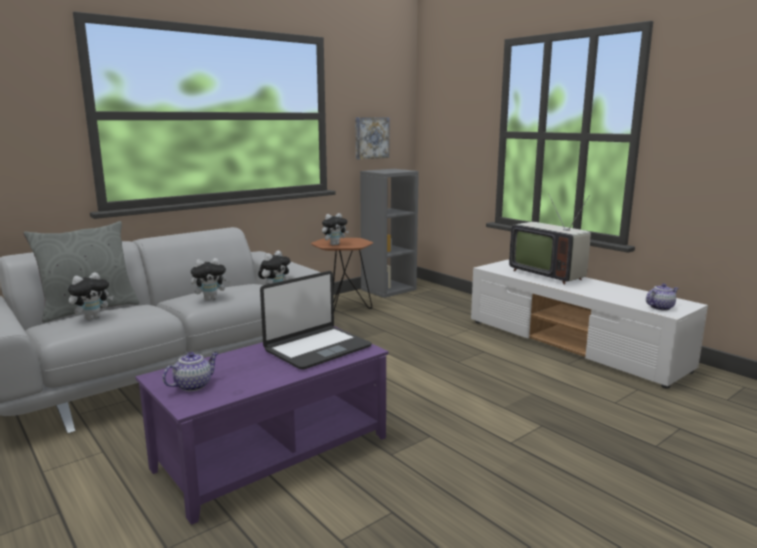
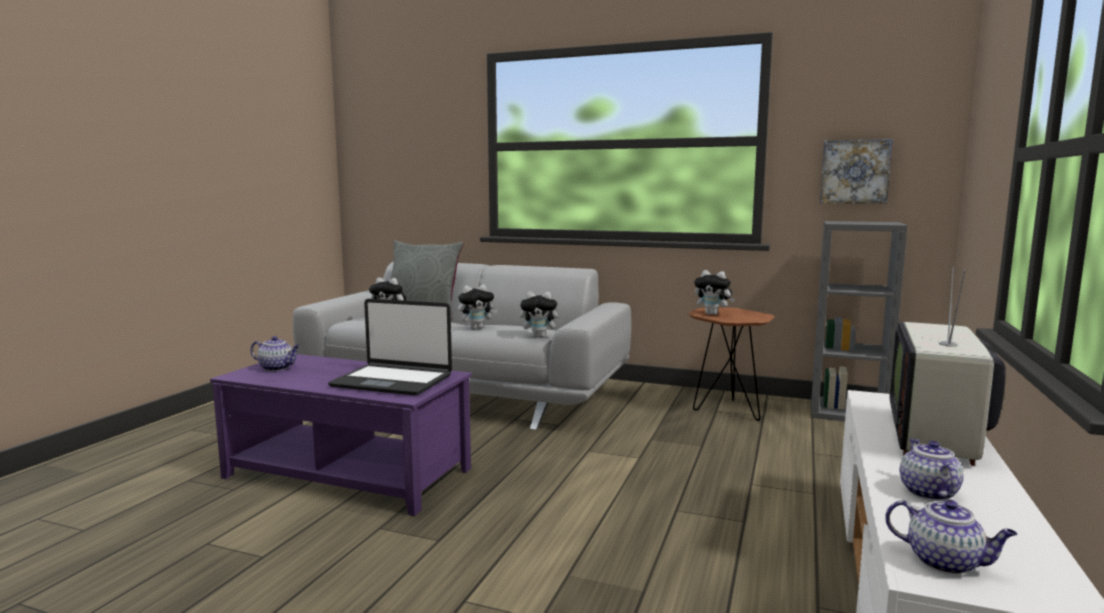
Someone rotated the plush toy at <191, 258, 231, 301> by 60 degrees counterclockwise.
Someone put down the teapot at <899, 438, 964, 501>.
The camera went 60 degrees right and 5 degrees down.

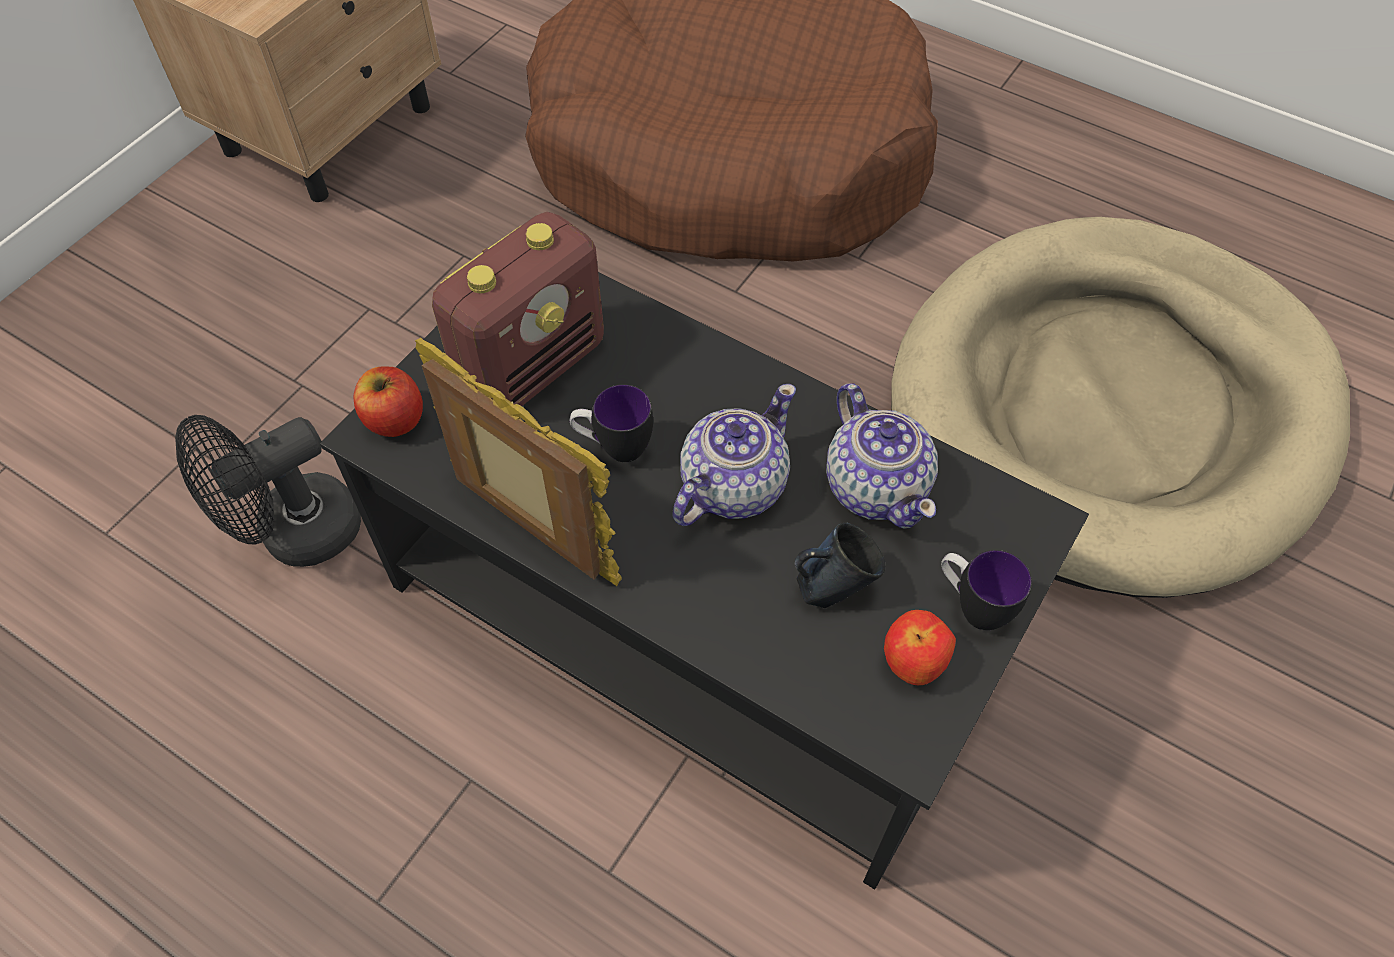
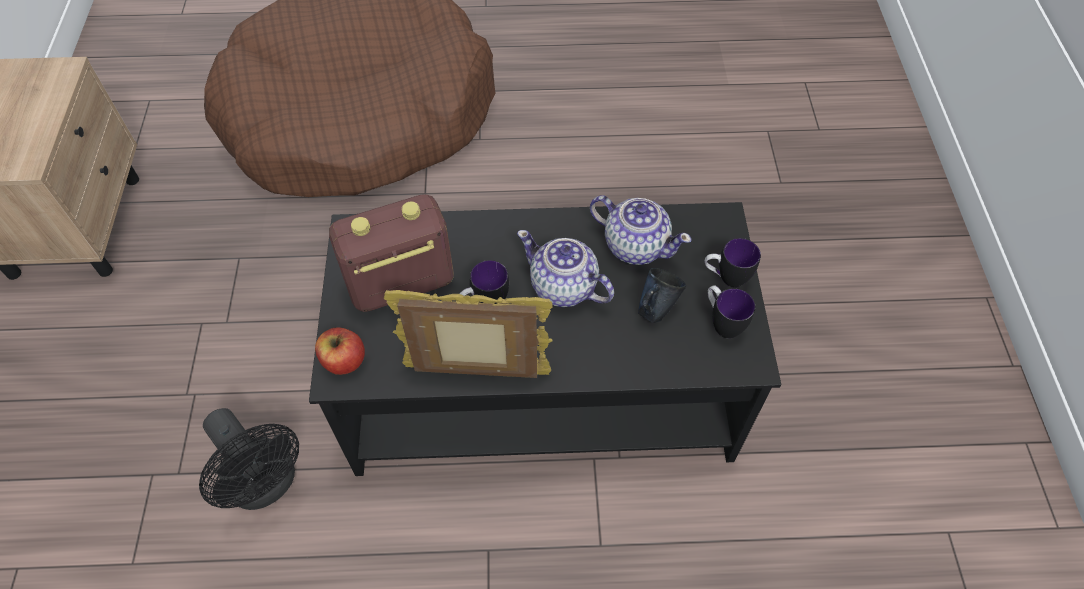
Someone rotated the fan (black) at <175, 415, 361, 567> by 60 degrees counterclockwise.
Someone rotated the radio at <432, 212, 604, 406> by 120 degrees counterclockwise.
Someone rotated the teapot at <672, 384, 796, 526> by 60 degrees counterclockwise.
Someone swapped the apple at <884, 610, 956, 685> for the mug at <707, 285, 755, 338>.
Someone took away the dog bed (beige) at <891, 217, 1350, 598>.
The camera went 35 degrees left and 0 degrees up.

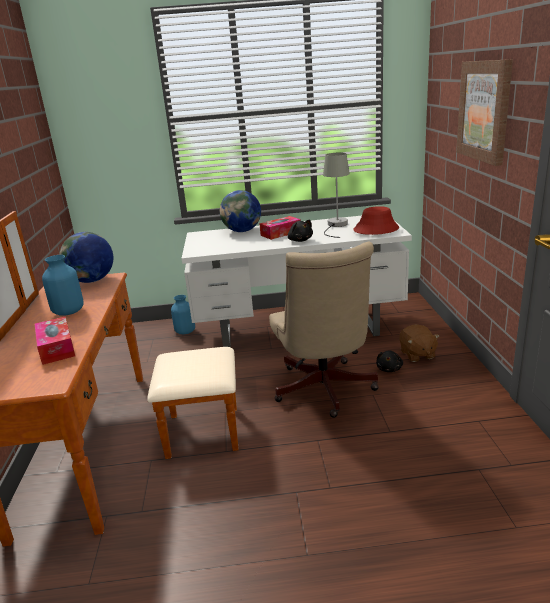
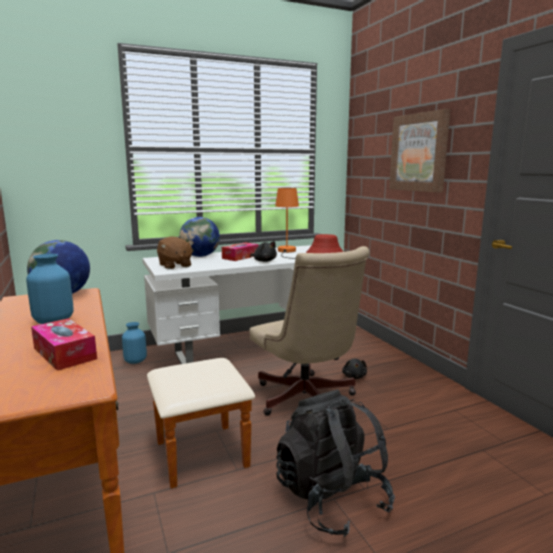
Someone repainted the table lamp (grey) at <323, 152, 350, 238>, which became the table lamp (orange) at <275, 188, 299, 259>.
Someone carried the plush toy (brown) from <399, 325, 440, 362> to <157, 236, 194, 269>.
Someone put down the backpack (black) at <276, 390, 395, 537>.
The camera went 20 degrees left and 10 degrees down.

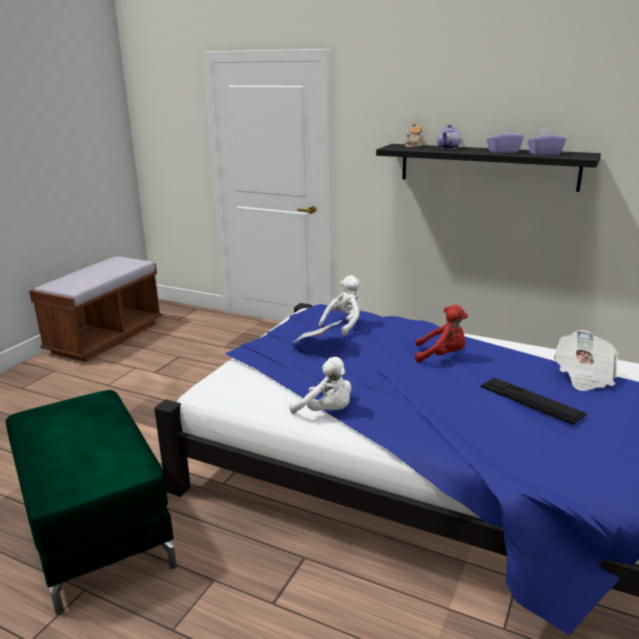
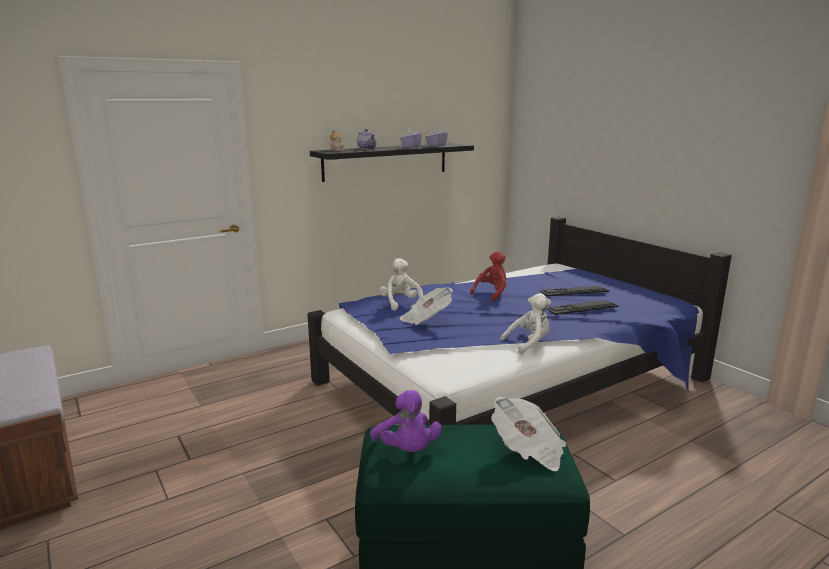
Someone carried the newspaper from <554, 330, 618, 391> to <491, 396, 566, 471>.
Someone put down the plush toy (purple) at <370, 390, 442, 452>.
Someone put down the keyboard at <546, 300, 618, 315>.
The camera went 60 degrees left and 5 degrees down.

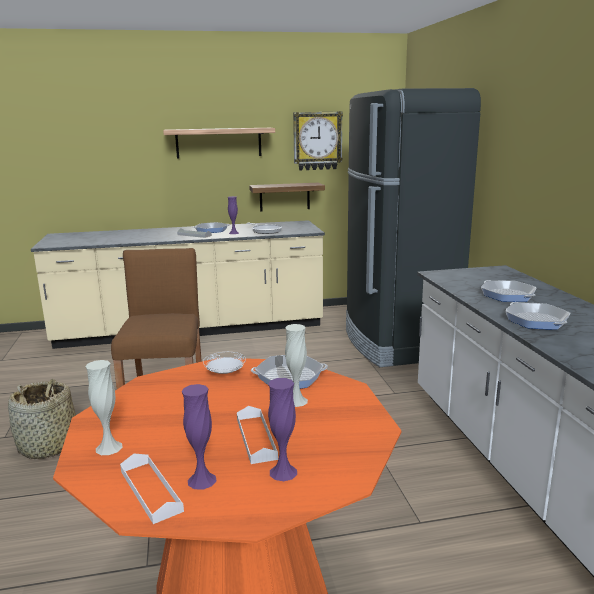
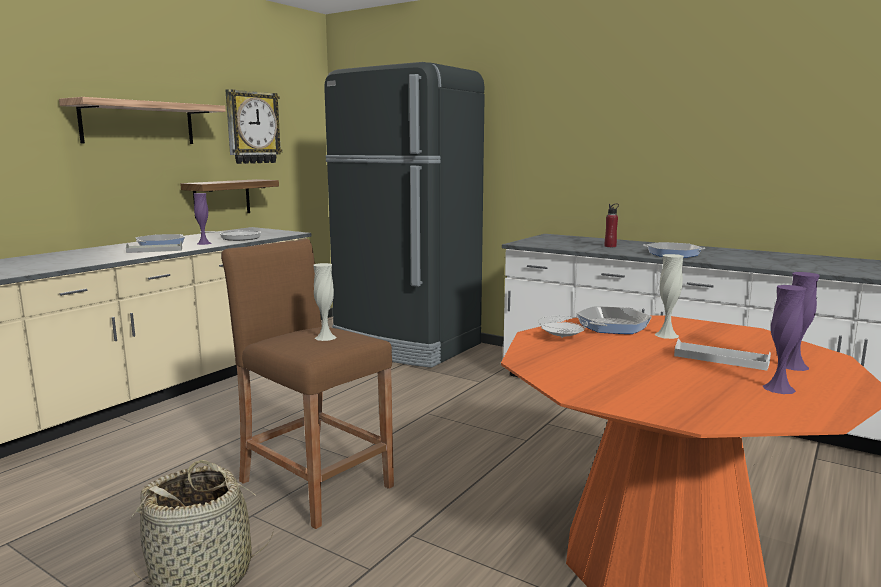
Someone carried the vase (white) from <85, 360, 123, 455> to <313, 263, 336, 341>.
Someone took away the tray (white) at <120, 454, 184, 524>.
Someone swapped the frying pan at <481, 280, 537, 302> for the bottle (red) at <605, 204, 619, 247>.
The camera went 45 degrees left and 5 degrees down.

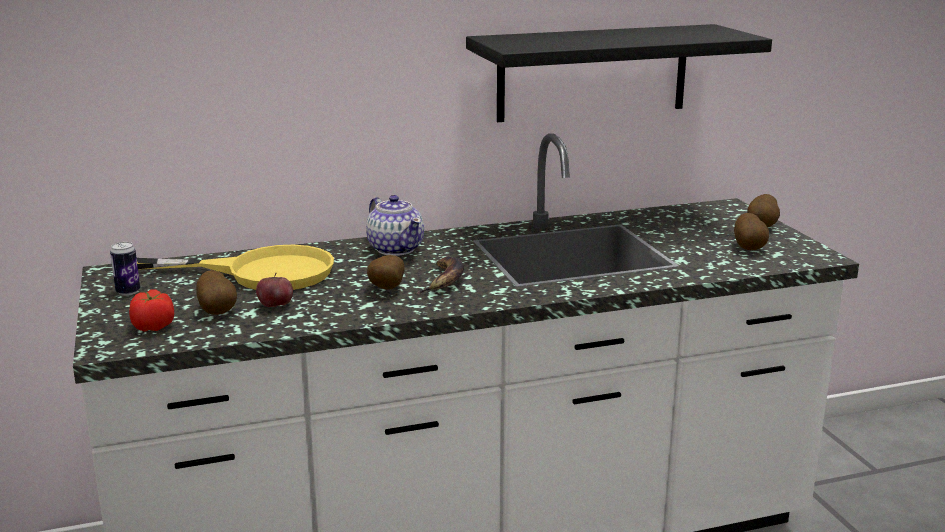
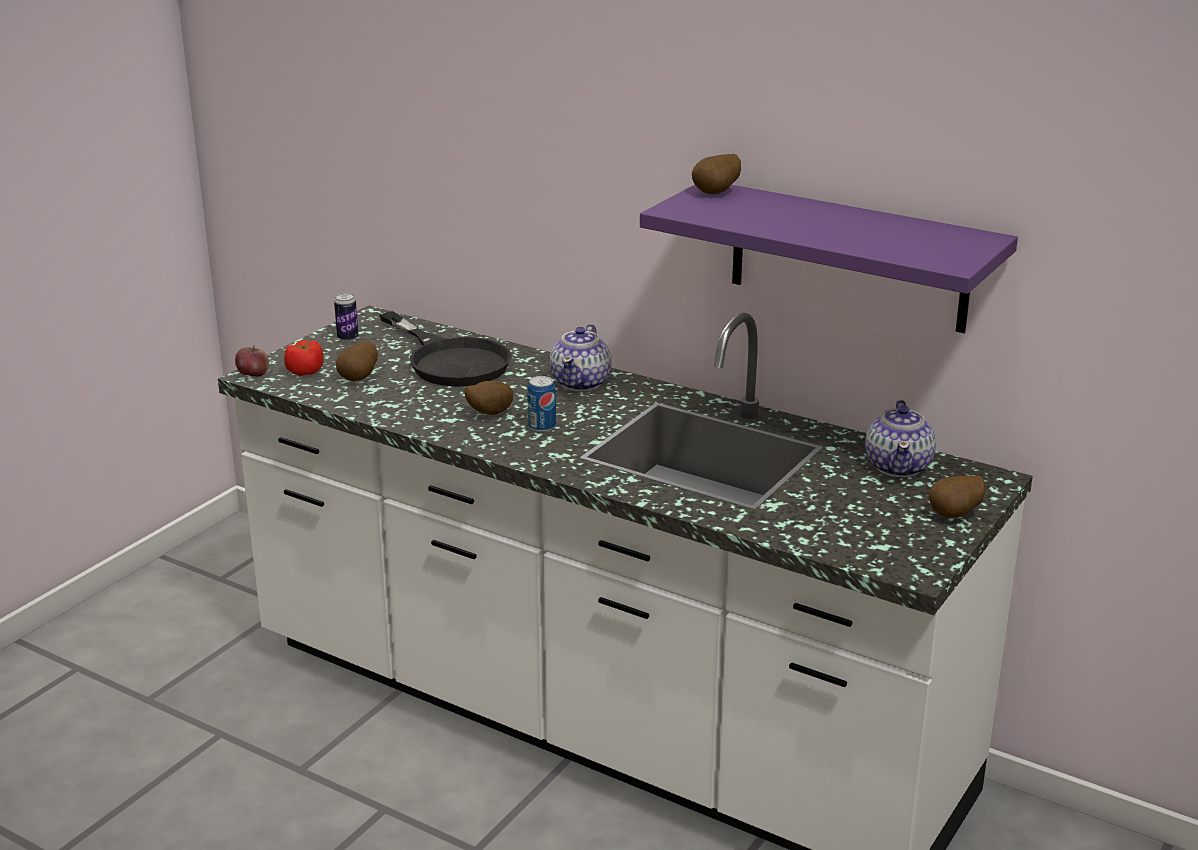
Someone repainted the frying pan (yellow) at <137, 245, 334, 290>, which became the frying pan (black) at <379, 311, 512, 387>.
Someone carried the apple from <256, 273, 293, 307> to <235, 346, 269, 377>.
Someone swapped the banana at <414, 257, 464, 294> for the can at <527, 376, 556, 432>.
Someone repainted the shelf (black) at <466, 24, 772, 122>, which became the shelf (purple) at <640, 185, 1018, 333>.
Someone carried the potato from <734, 213, 769, 250> to <692, 154, 741, 194>.
Someone put down the teapot at <865, 400, 936, 477>.
The camera went 50 degrees right and 5 degrees up.

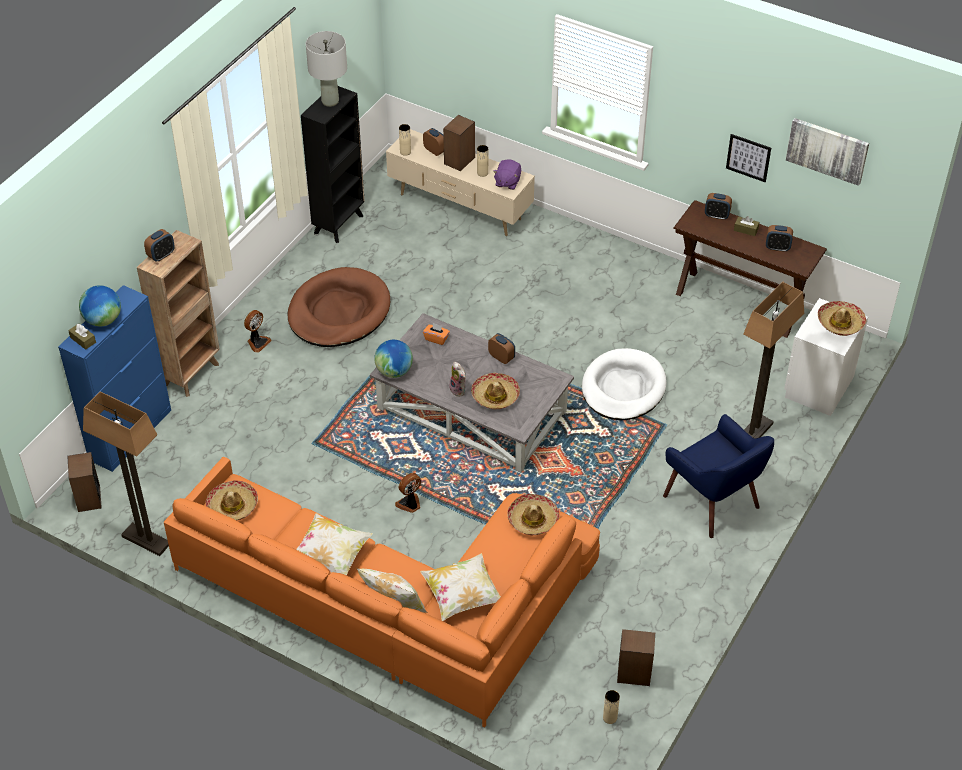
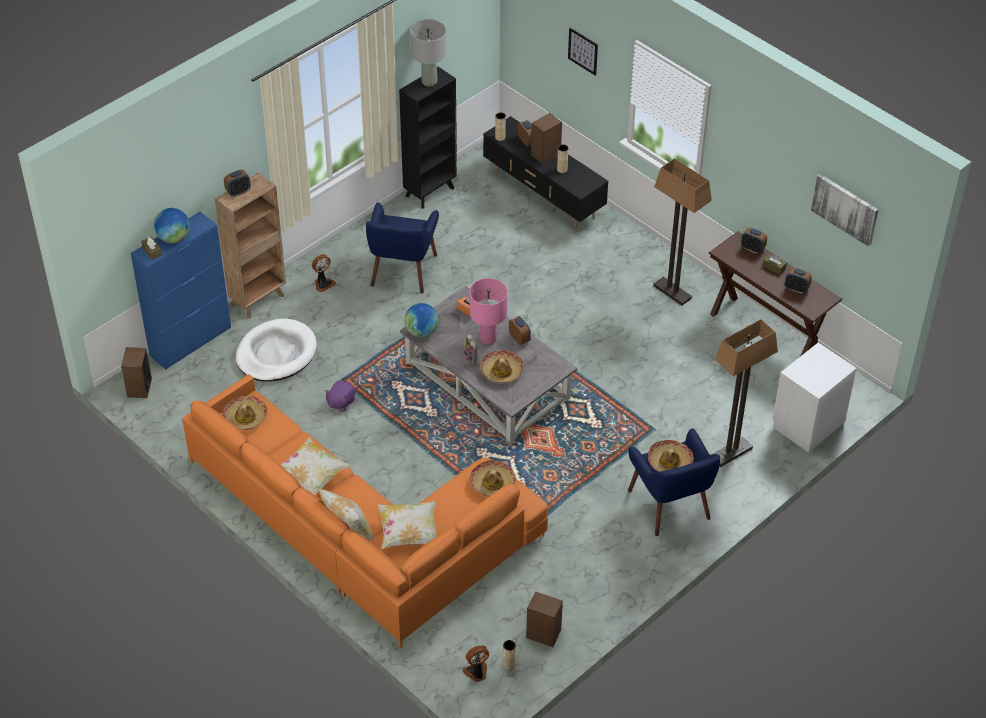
Someone carried the floor lamp from <83, 391, 169, 556> to <653, 158, 712, 306>.
Someone swapped the dog bed (brown) at <287, 267, 390, 347> for the armchair (blue) at <366, 203, 439, 294>.
Someone repainted the tv stand (beige) at <386, 129, 535, 236>, which became the tv stand (black) at <483, 116, 608, 231>.
Someone carried the fan from <395, 473, 421, 513> to <463, 645, 489, 682>.
Someone carried the plush toy (purple) from <493, 159, 521, 190> to <325, 381, 356, 412>.
Someone carried the dog bed (white) from <582, 348, 667, 420> to <236, 318, 317, 382>.
Someone carried the picture from <726, 134, 771, 182> to <568, 28, 598, 75>.
Someone carried the hat from <818, 301, 866, 336> to <648, 440, 694, 471>.
Someone put down the table lamp (pink) at <470, 278, 508, 345>.
The camera went 15 degrees right and 0 degrees up.

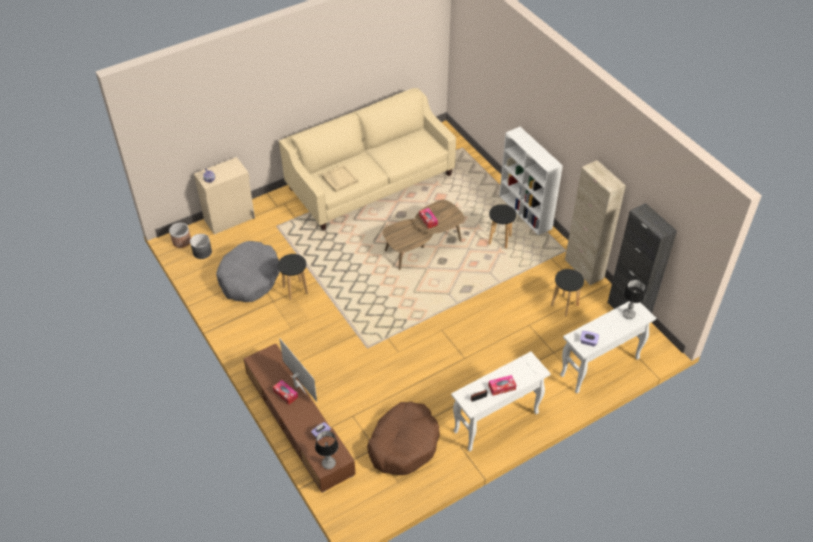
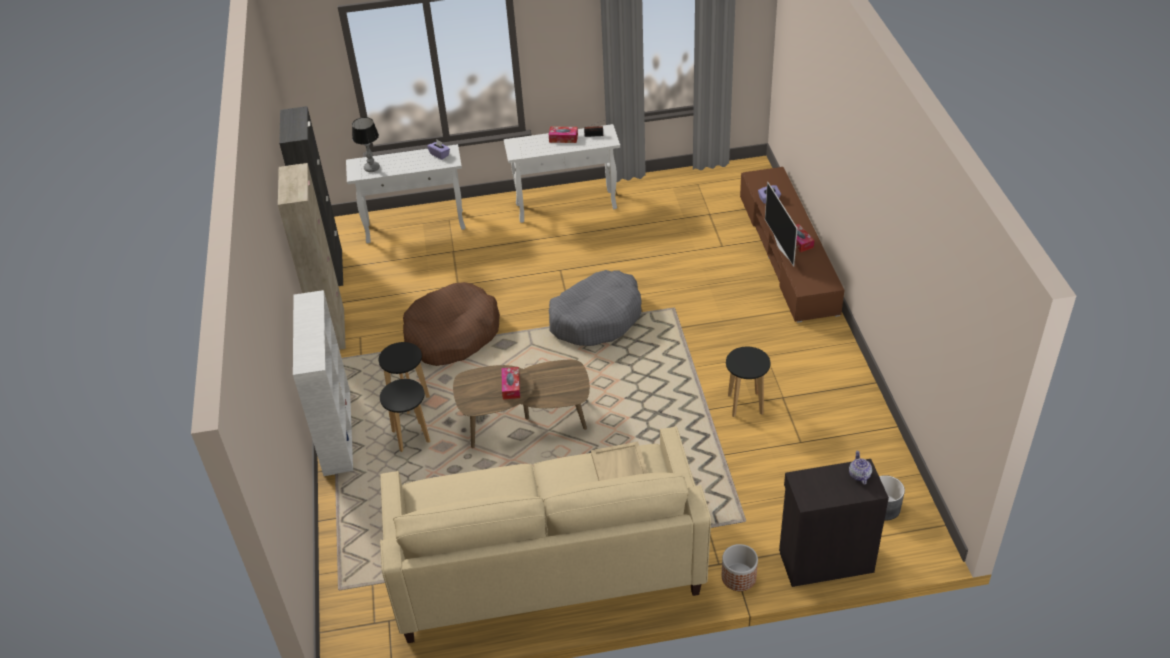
Someone carried the planter from <169, 223, 191, 248> to <722, 544, 758, 591>.
Someone repainted the cabinet (beige) at <194, 157, 255, 235>, which became the cabinet (black) at <779, 459, 889, 587>.
Someone carried the dog bed (grey) from <216, 241, 280, 302> to <549, 270, 642, 346>.
Someone took away the table lamp at <315, 431, 338, 469>.
Someone carried the dog bed (brown) from <367, 402, 440, 475> to <403, 282, 500, 366>.
Someone carried the stool (black) from <551, 269, 584, 316> to <380, 379, 430, 452>.
The camera went 155 degrees left and 5 degrees down.

